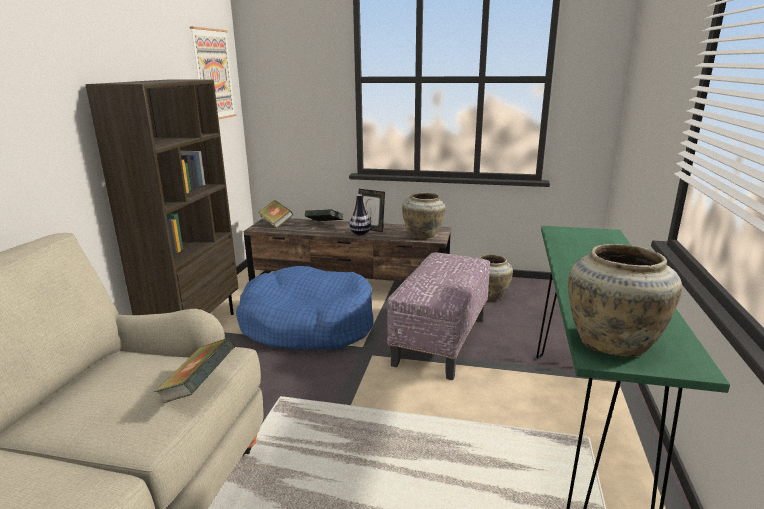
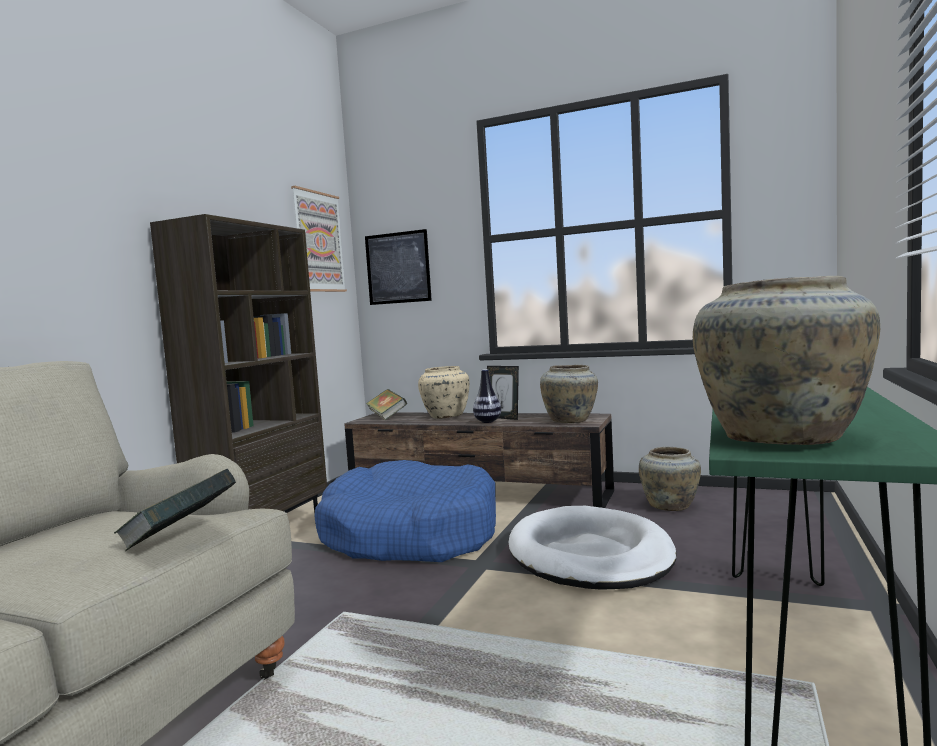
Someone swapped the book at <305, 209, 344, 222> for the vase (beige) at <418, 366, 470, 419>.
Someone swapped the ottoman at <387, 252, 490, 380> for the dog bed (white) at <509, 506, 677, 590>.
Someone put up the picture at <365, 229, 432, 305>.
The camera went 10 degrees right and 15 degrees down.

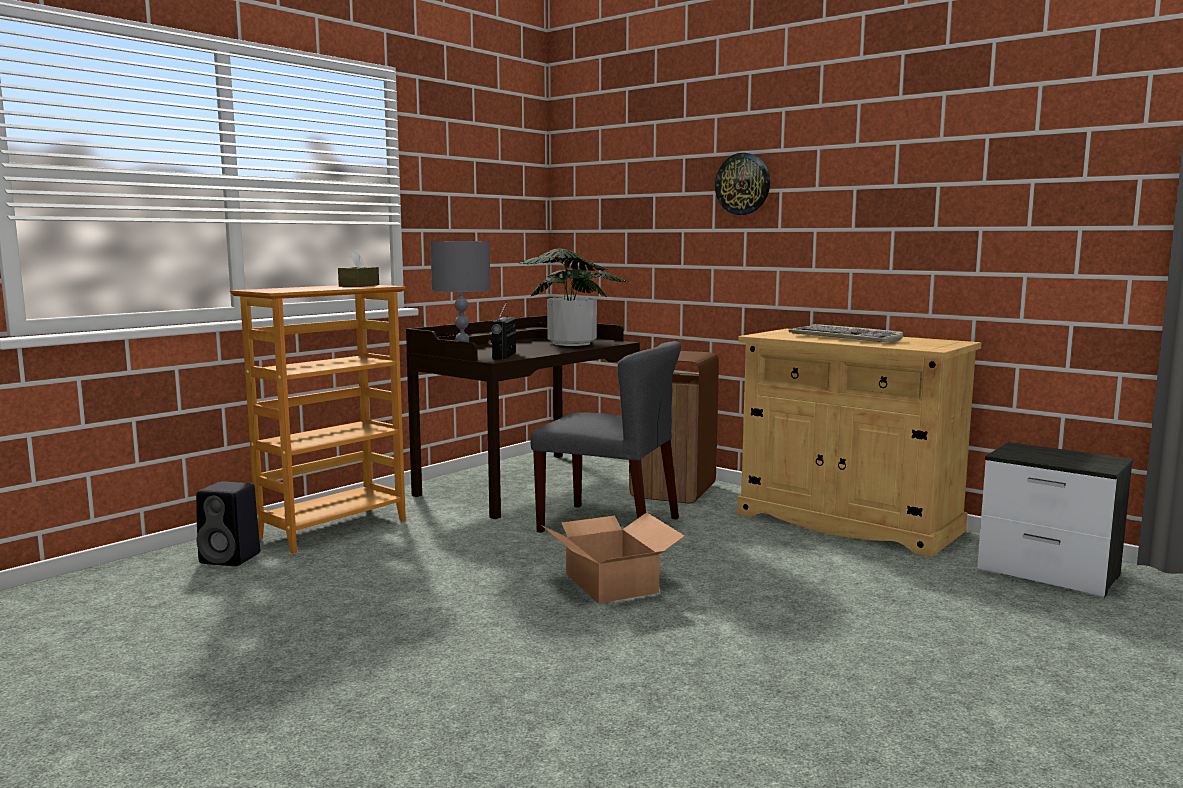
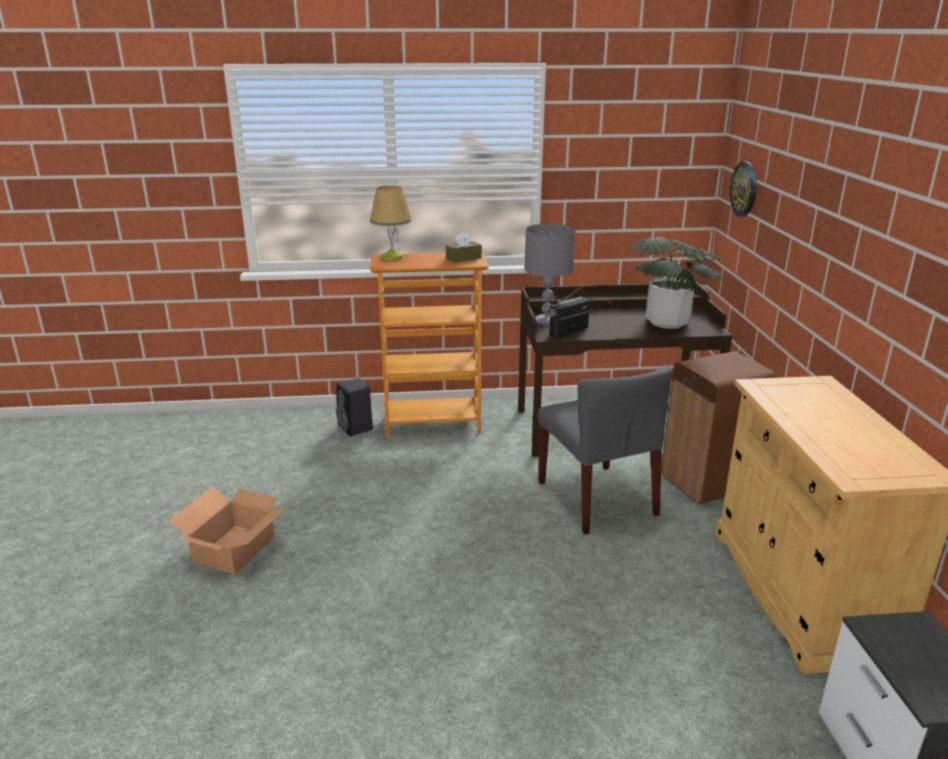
Someone carried the cardboard box from <541, 512, 684, 604> to <168, 487, 289, 575>.
Someone carried the wall clock from <715, 153, 770, 215> to <730, 162, 757, 216>.
Someone took away the keyboard at <789, 324, 903, 342>.
Someone put down the table lamp at <370, 185, 412, 261>.
The camera went 45 degrees right and 15 degrees up.

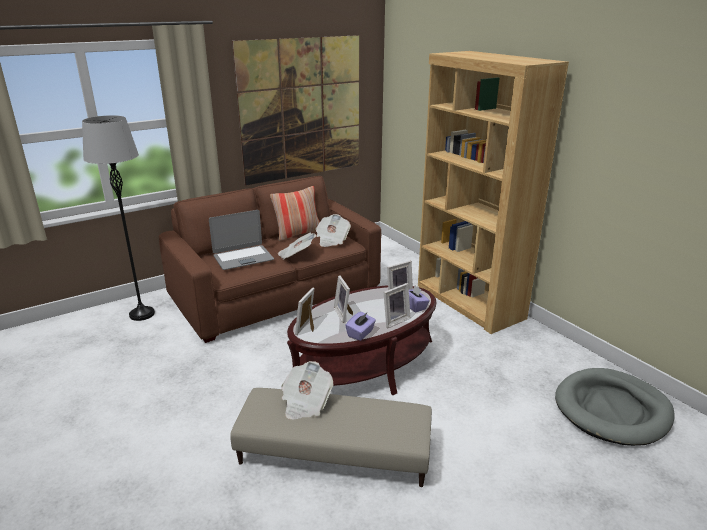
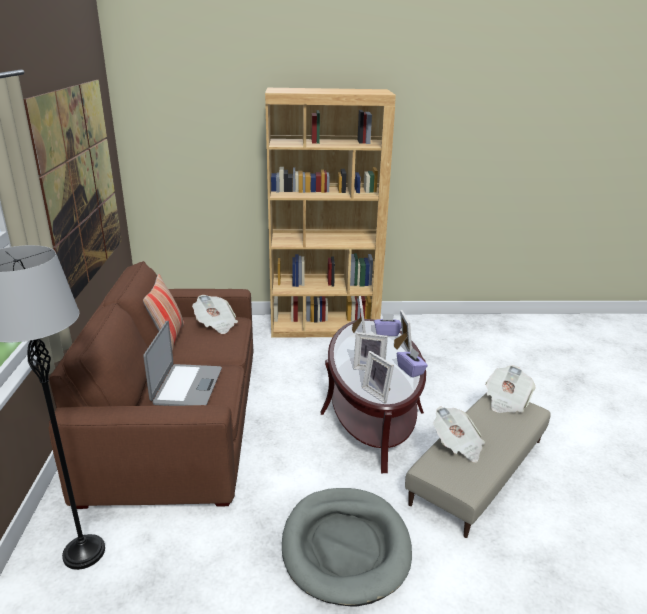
Someone carried the newspaper from <278, 233, 316, 260> to <485, 365, 535, 413>.
Someone carried the dog bed (grey) from <555, 368, 675, 446> to <282, 488, 412, 606>.
The camera went 60 degrees left and 0 degrees up.

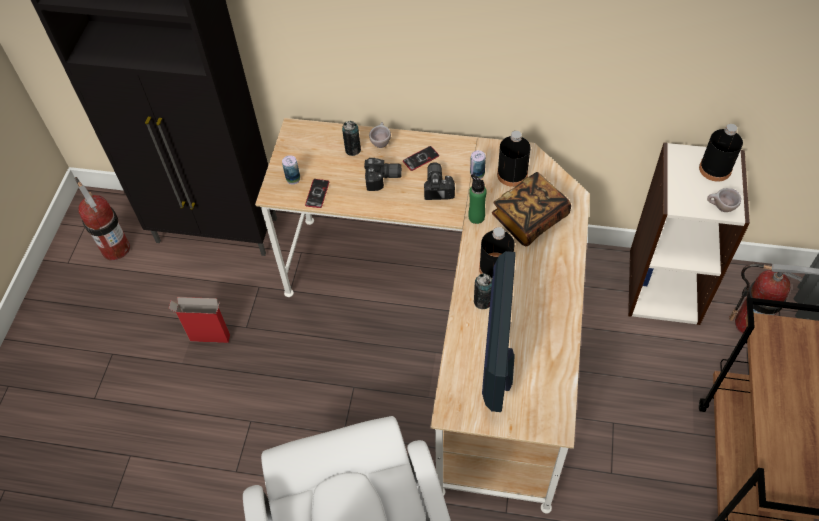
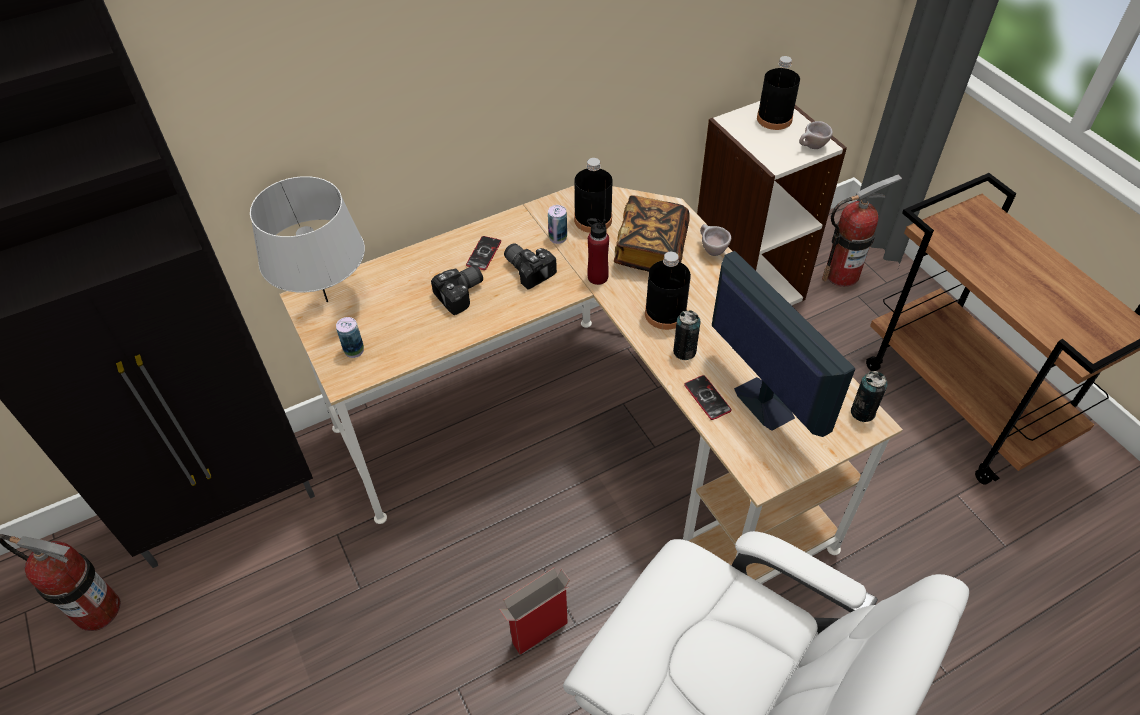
Someone carried the cardboard box from <169, 297, 230, 343> to <500, 568, 570, 655>.
Someone carried the phone from <305, 179, 329, 208> to <684, 375, 732, 420>.
Someone carried the can from <342, 121, 361, 156> to <851, 371, 887, 422>.
Someone carried the cup (beige) from <369, 122, 391, 148> to <700, 224, 731, 256>.
Someone repainted the bottle (green) at <468, 174, 487, 224>, which became the bottle (red) at <587, 218, 609, 285>.
Someone put down the table lamp (grey) at <250, 176, 365, 302>.
The camera went 40 degrees left and 5 degrees down.

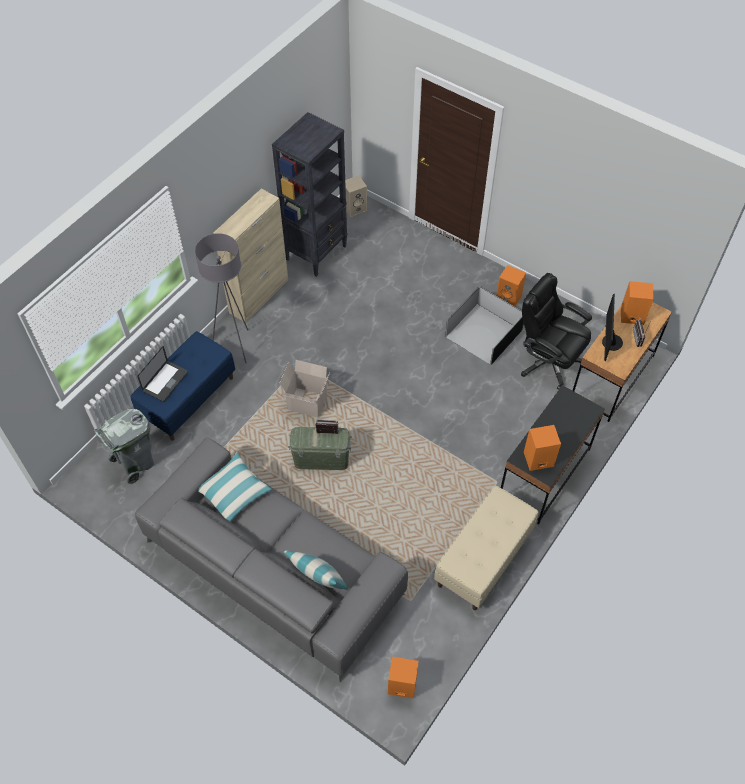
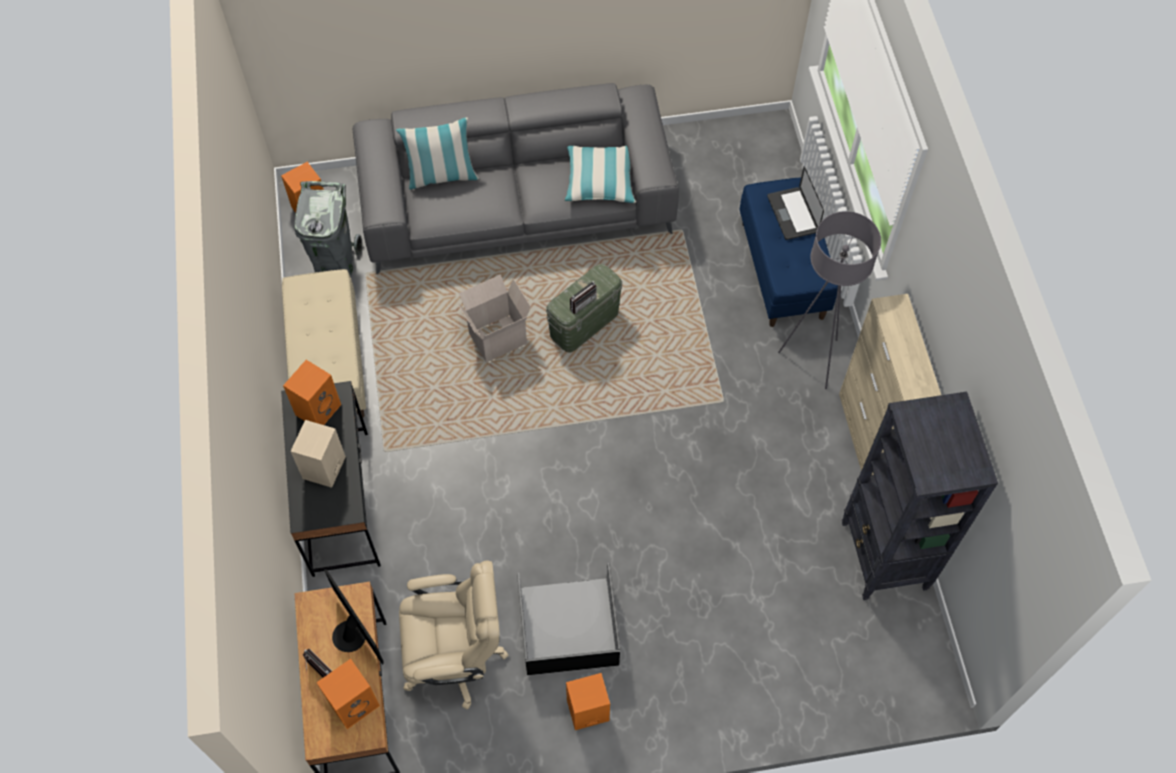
Someone carried the trash can (grey) from <94, 409, 154, 484> to <295, 181, 362, 276>.
Someone carried the cardboard box from <280, 360, 330, 417> to <458, 274, 531, 362>.
Someone carried the speaker (beige) from <345, 175, 367, 217> to <291, 420, 346, 488>.
Someone repainted the office chair (black) at <521, 273, 592, 390>, which became the office chair (beige) at <399, 561, 509, 709>.
The camera went 135 degrees right and 5 degrees up.

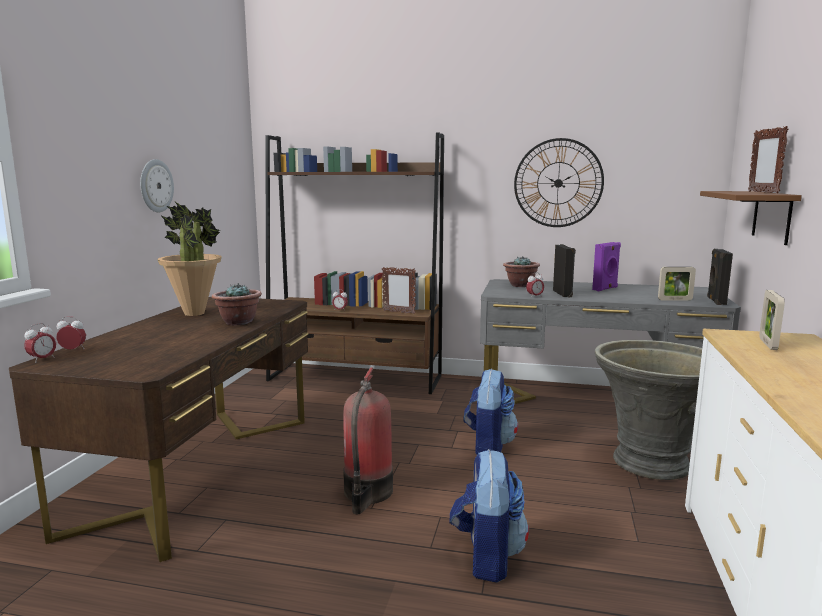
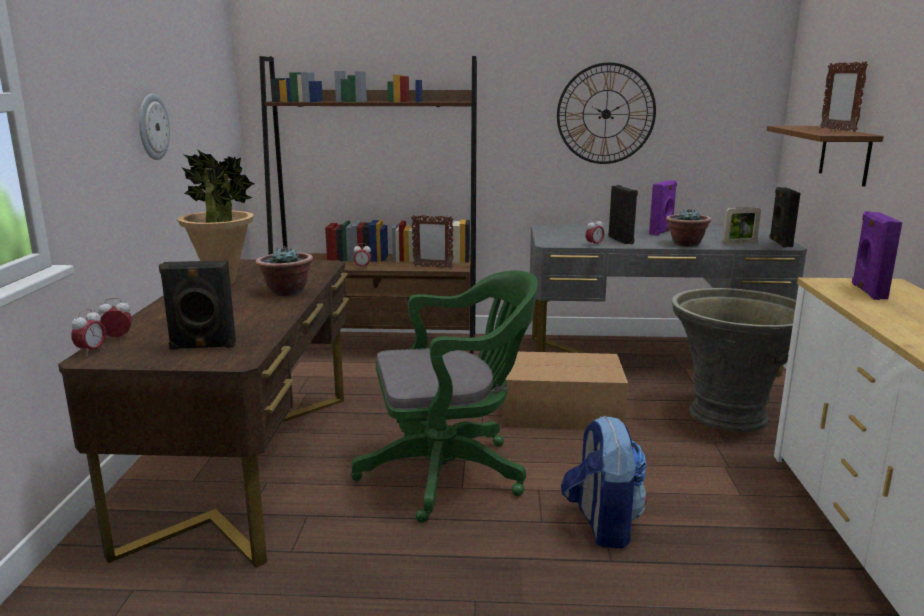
Someone swapped the fire extinguisher at <343, 368, 393, 514> for the office chair (green) at <351, 270, 538, 523>.
Someone swapped the backpack at <463, 369, 518, 454> for the cardboard box at <502, 351, 628, 430>.
Someone carried the potted plant from <503, 256, 540, 287> to <666, 208, 712, 247>.
Someone swapped the picture frame at <759, 290, 785, 350> for the speaker (purple) at <852, 211, 902, 300>.
Someone put down the speaker (black) at <159, 260, 236, 350>.
The camera went 10 degrees left and 5 degrees up.

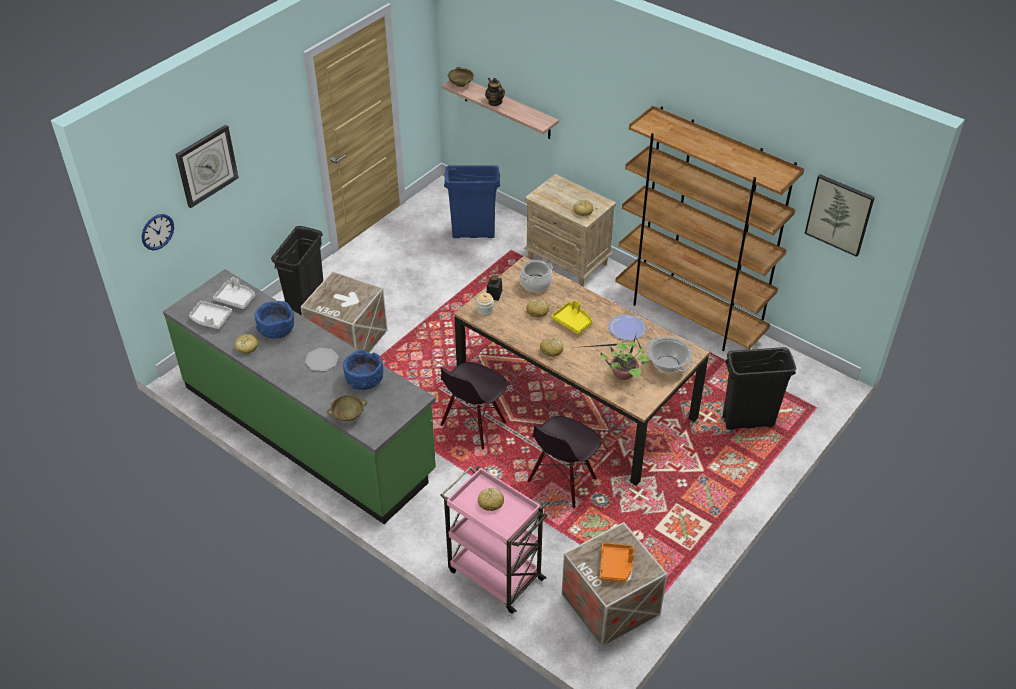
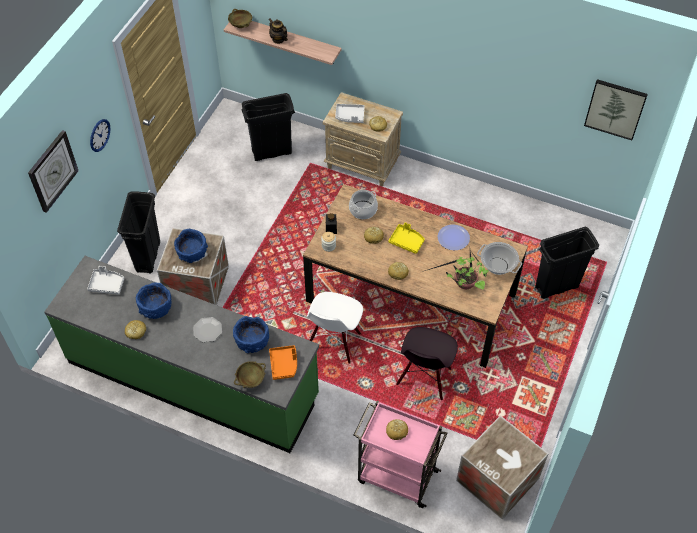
Someone carried the wall clock from <142, 214, 174, 250> to <90, 119, 111, 152>.
Someone carried the tray (grey) from <189, 301, 232, 329> to <335, 104, 365, 123>.
Someone repainted the chair (black) at <440, 362, 508, 450>, which became the chair (white) at <307, 292, 363, 364>.
Someone repainted the trash can (blue) at <444, 165, 500, 238>, which became the trash can (black) at <242, 93, 295, 161>.
Someone carried the tray (orange) from <600, 543, 634, 582> to <269, 345, 297, 380>.
Someone took away the bookcase (brown) at <615, 106, 804, 351>.
Someone put down the bowl (blue) at <174, 229, 208, 263>.
The camera went 15 degrees left and 10 degrees up.

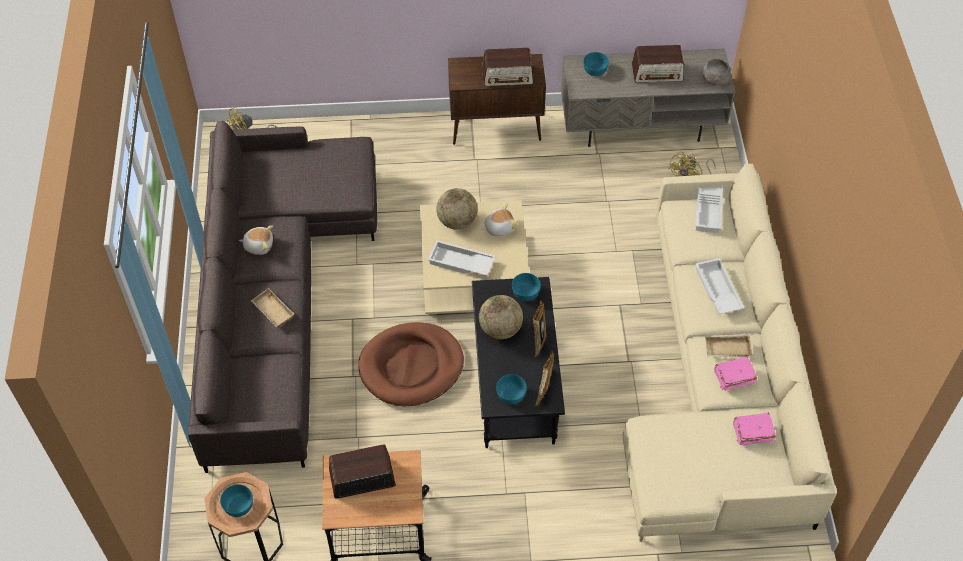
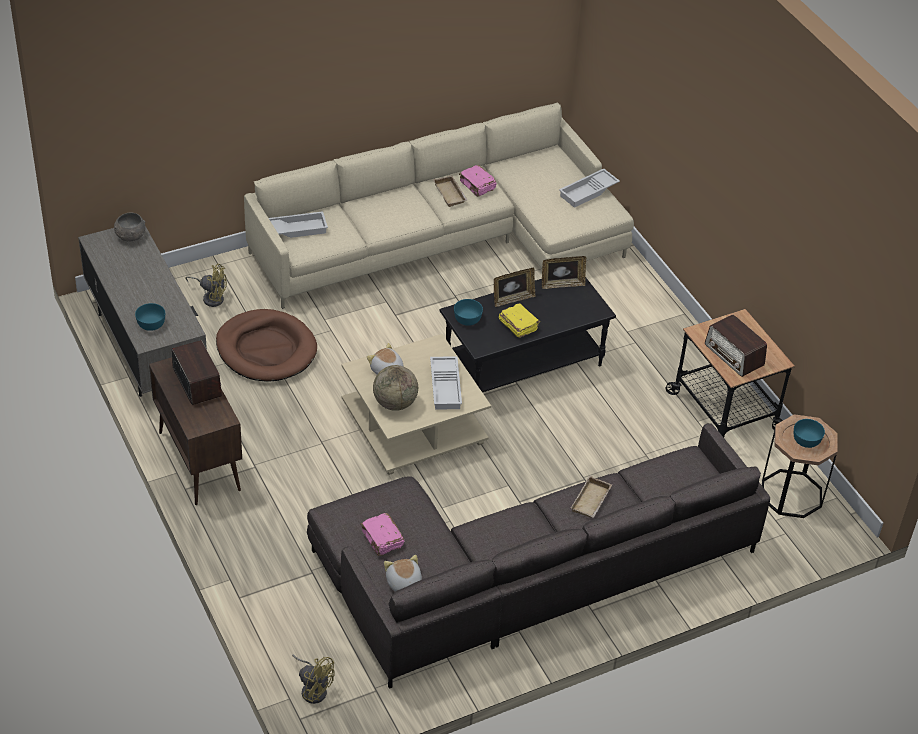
Someone carried the plush toy from <239, 225, 273, 255> to <384, 555, 422, 592>.
Someone carried the dog bed (brown) from <358, 322, 464, 406> to <216, 309, 317, 382>.
Someone swapped the globe at <479, 295, 523, 339> for the book (yellow) at <499, 303, 540, 338>.
Someone took away the bowl (turquoise) at <496, 374, 527, 404>.
Someone took away the radio at <632, 45, 684, 83>.
Someone carried the tray (white) from <696, 258, 744, 314> to <559, 168, 620, 208>.
Someone carried the book (pink) from <733, 412, 776, 445> to <360, 513, 404, 556>.
The camera went 115 degrees left and 10 degrees down.

